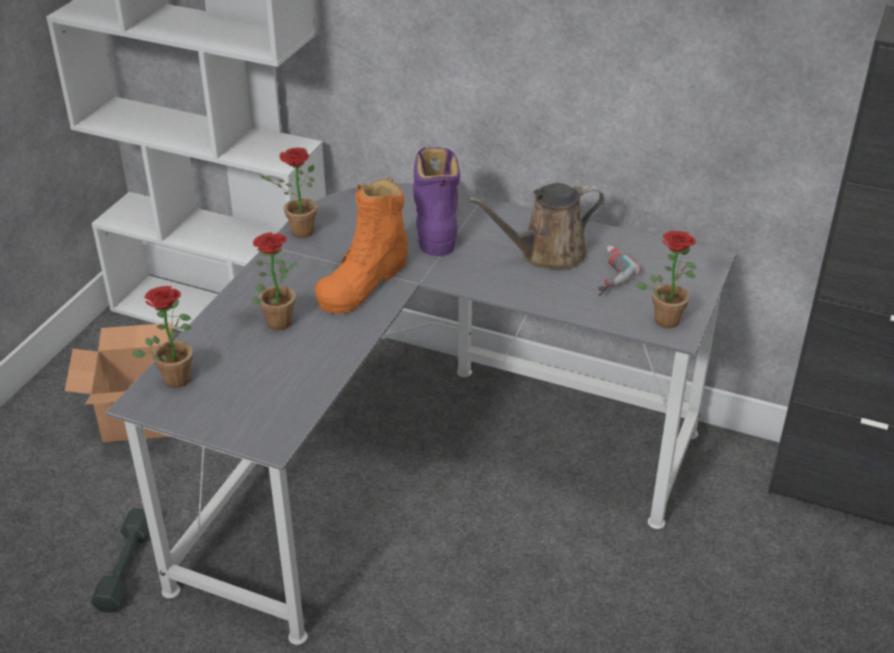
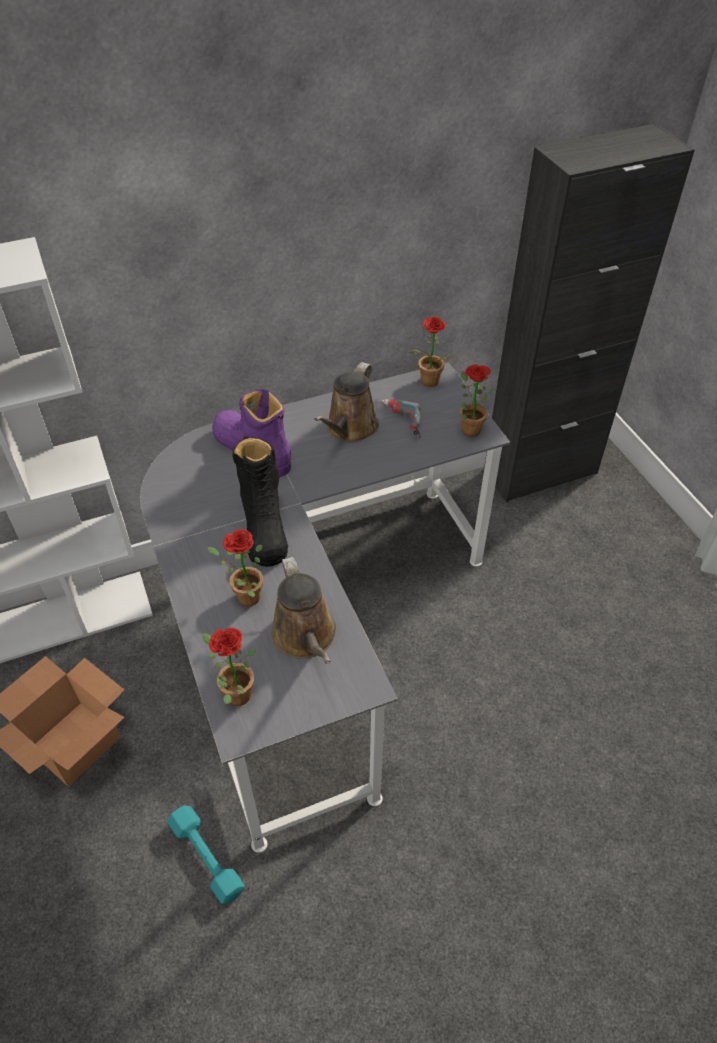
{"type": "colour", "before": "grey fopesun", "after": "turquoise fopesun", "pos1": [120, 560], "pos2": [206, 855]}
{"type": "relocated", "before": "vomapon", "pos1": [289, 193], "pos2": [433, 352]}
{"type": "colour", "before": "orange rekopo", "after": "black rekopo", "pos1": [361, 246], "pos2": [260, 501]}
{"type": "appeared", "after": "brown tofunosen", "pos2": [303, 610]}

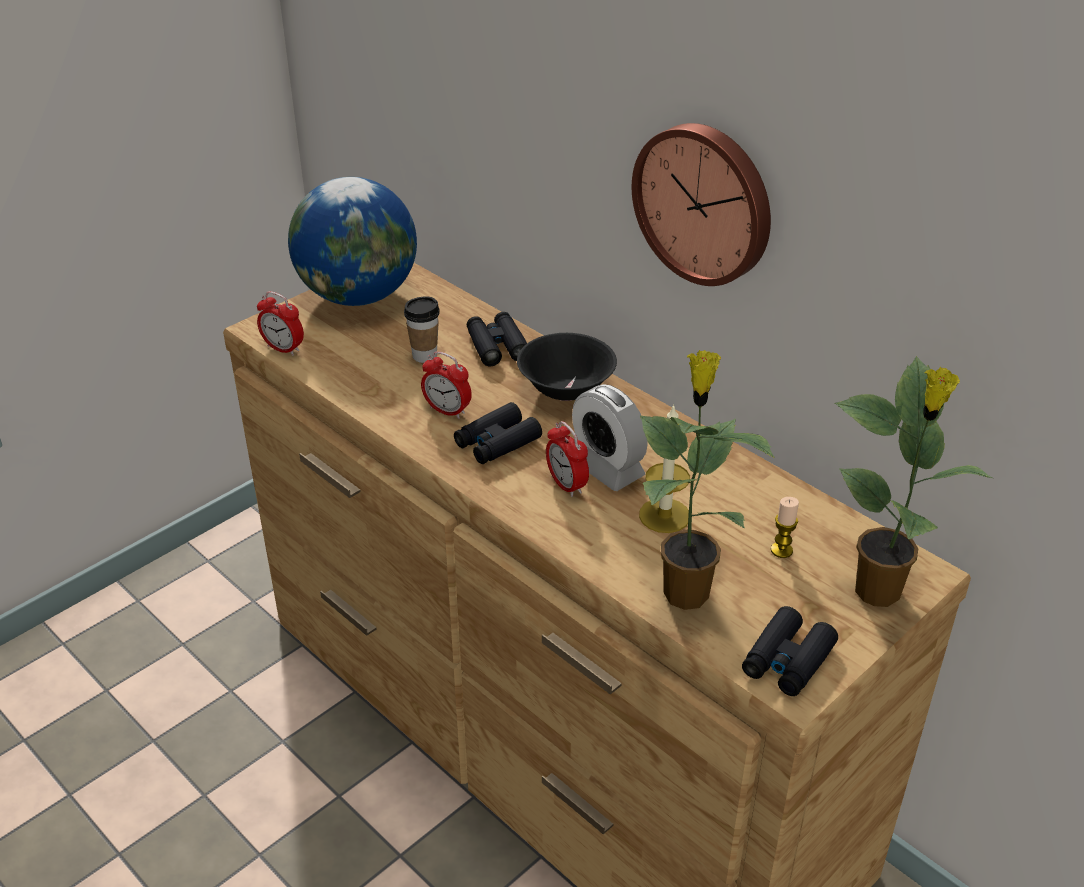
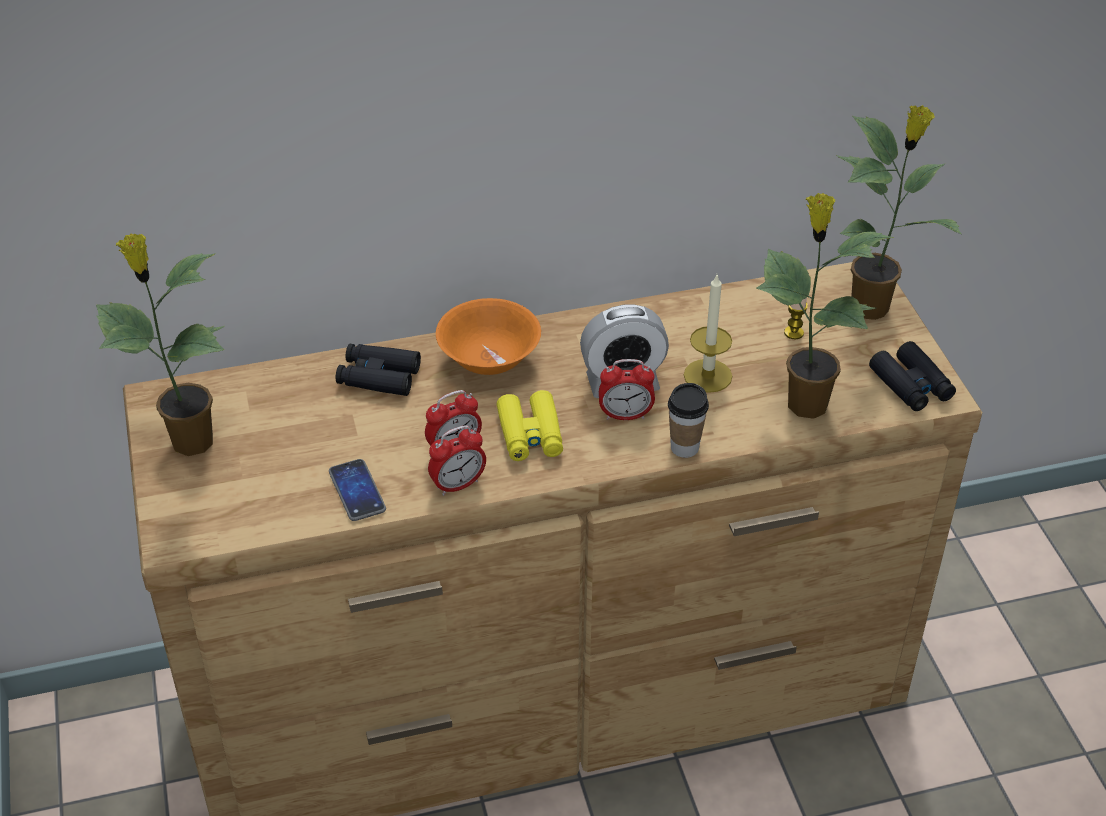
{"type": "relocated", "before": "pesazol", "pos1": [280, 323], "pos2": [457, 460]}
{"type": "exchanged", "before": "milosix", "after": "vomapon", "pos1": [352, 241], "pos2": [160, 345]}
{"type": "relocated", "before": "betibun", "pos1": [422, 329], "pos2": [688, 420]}
{"type": "colour", "before": "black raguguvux", "after": "yellow raguguvux", "pos1": [498, 433], "pos2": [529, 425]}
{"type": "colour", "before": "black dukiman", "after": "orange dukiman", "pos1": [567, 367], "pos2": [488, 336]}
{"type": "missing", "before": "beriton", "pos1": [701, 204]}
{"type": "appeared", "after": "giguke", "pos2": [357, 490]}

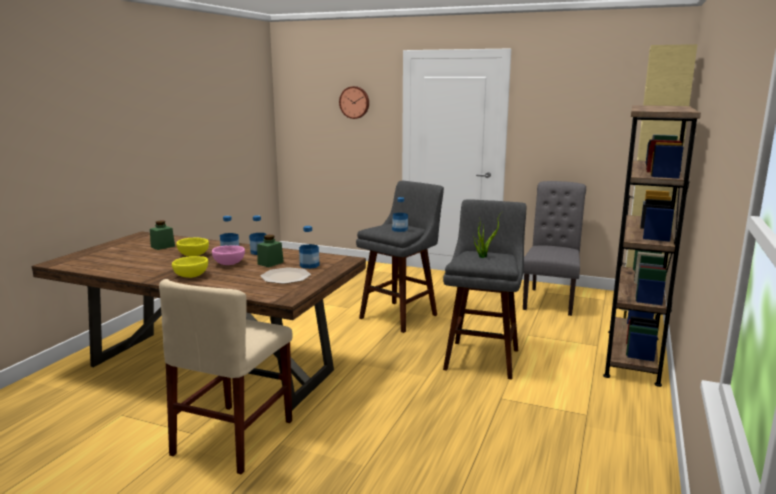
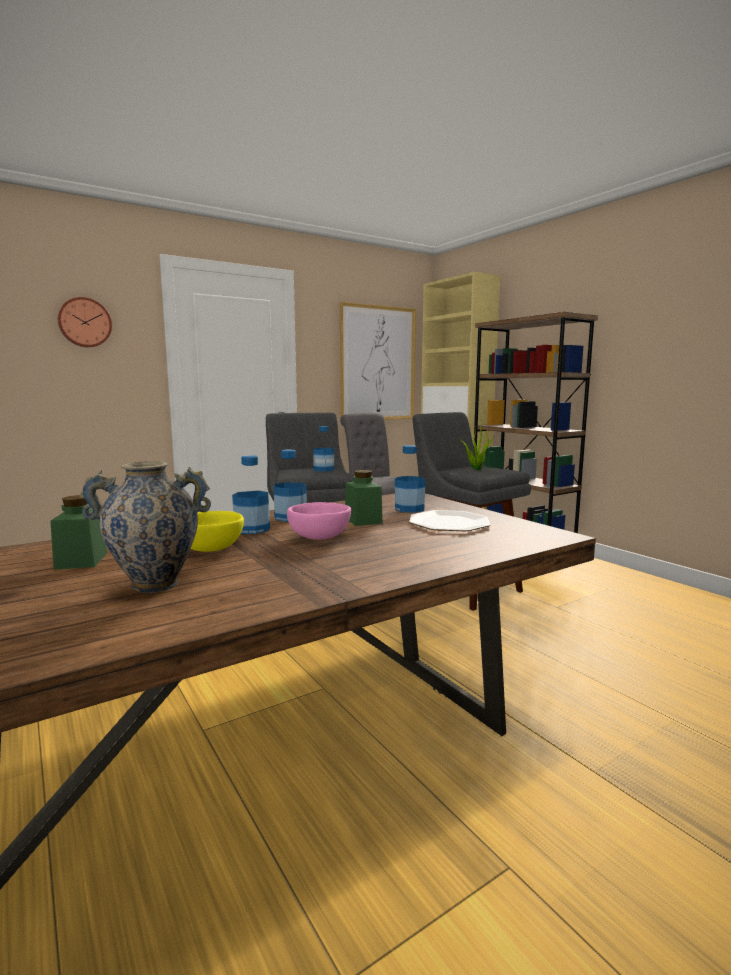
{"type": "missing", "before": "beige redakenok", "pos1": [225, 376]}
{"type": "missing", "before": "yellow dukiman", "pos1": [190, 267]}
{"type": "appeared", "after": "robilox", "pos2": [145, 527]}
{"type": "appeared", "after": "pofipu", "pos2": [378, 361]}

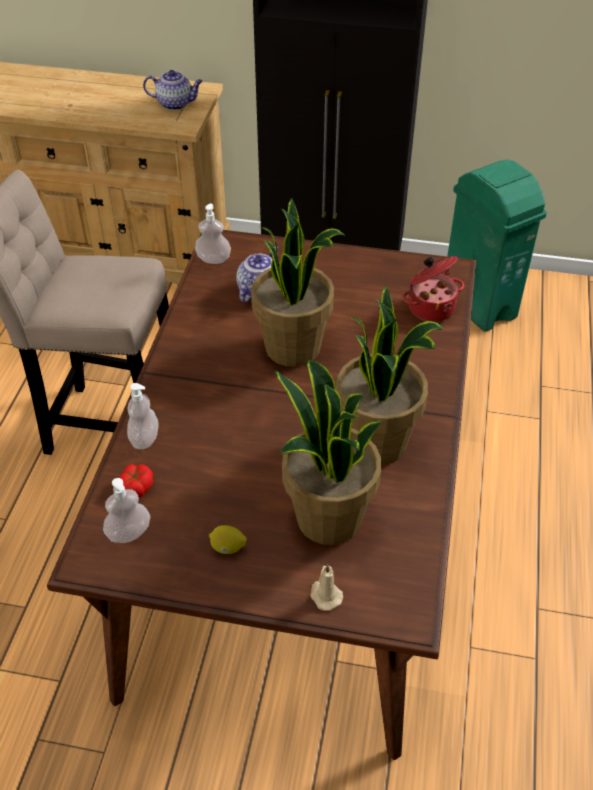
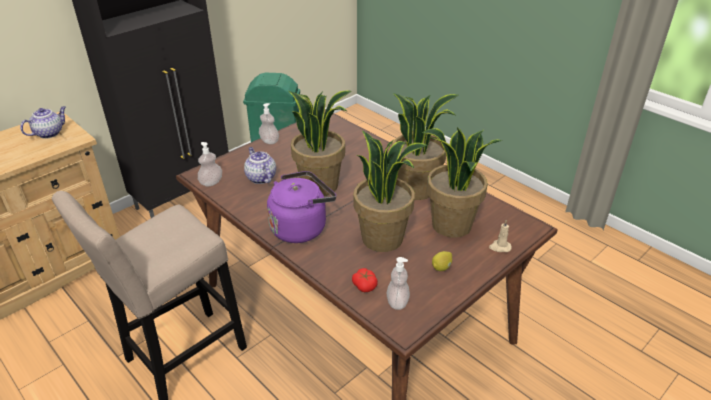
{"type": "relocated", "before": "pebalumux", "pos1": [143, 416], "pos2": [269, 123]}
{"type": "missing", "before": "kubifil", "pos1": [433, 289]}
{"type": "appeared", "after": "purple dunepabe", "pos2": [301, 207]}
{"type": "appeared", "after": "vomapon", "pos2": [390, 191]}

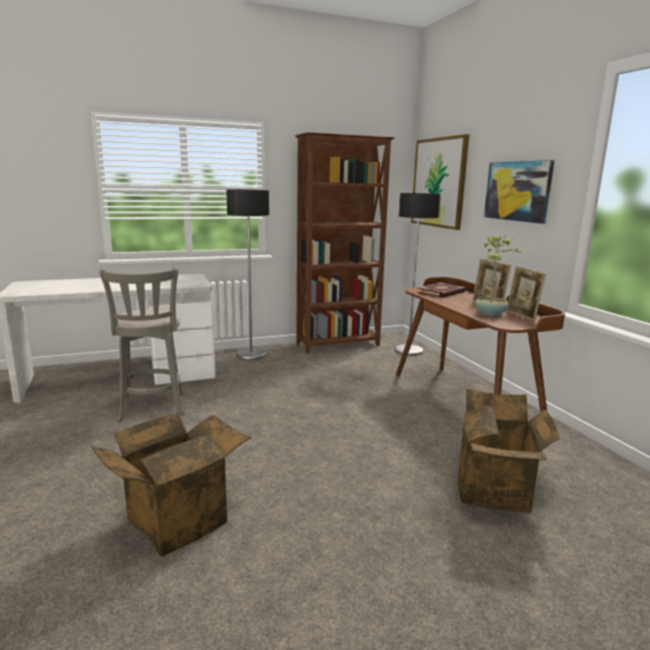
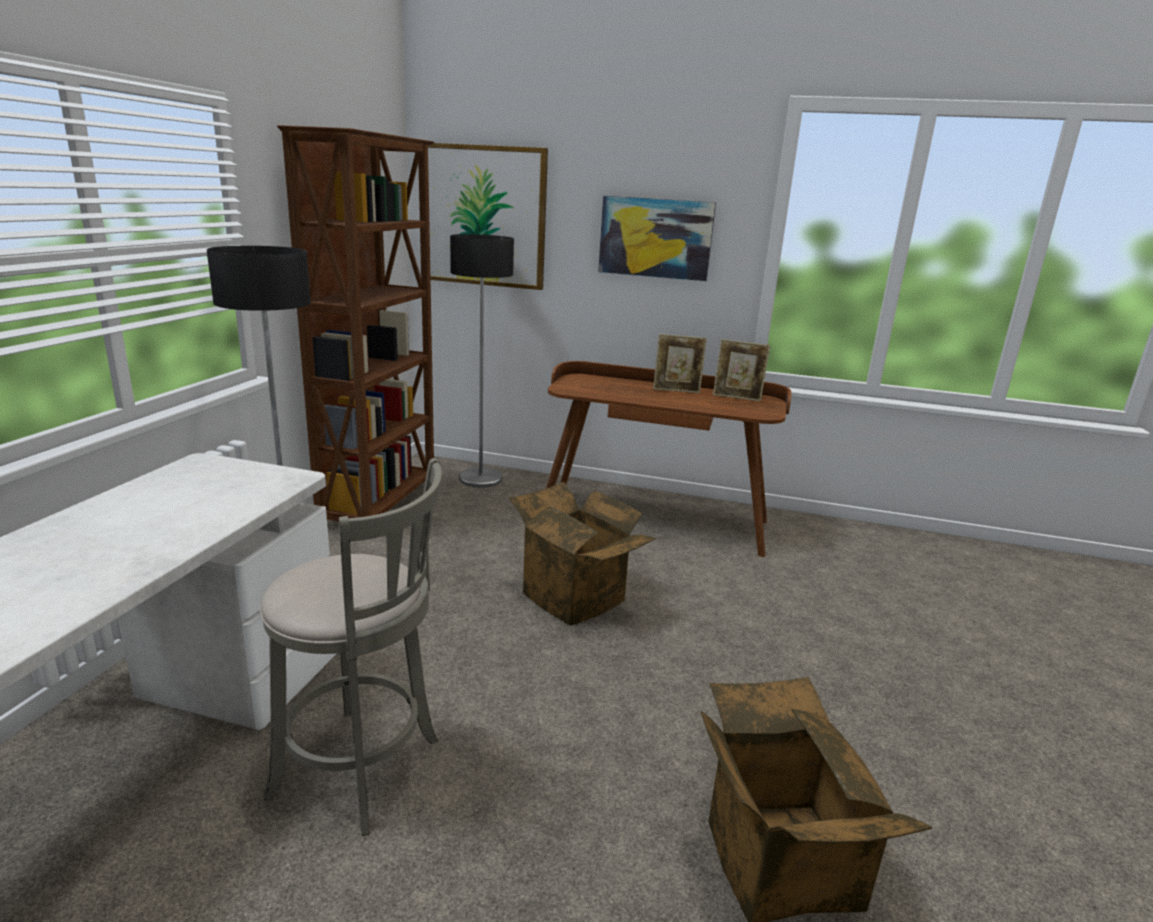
{"type": "missing", "before": "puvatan", "pos1": [441, 290]}
{"type": "relocated", "before": "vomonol", "pos1": [509, 451], "pos2": [582, 553]}
{"type": "missing", "before": "vomapon", "pos1": [498, 275]}

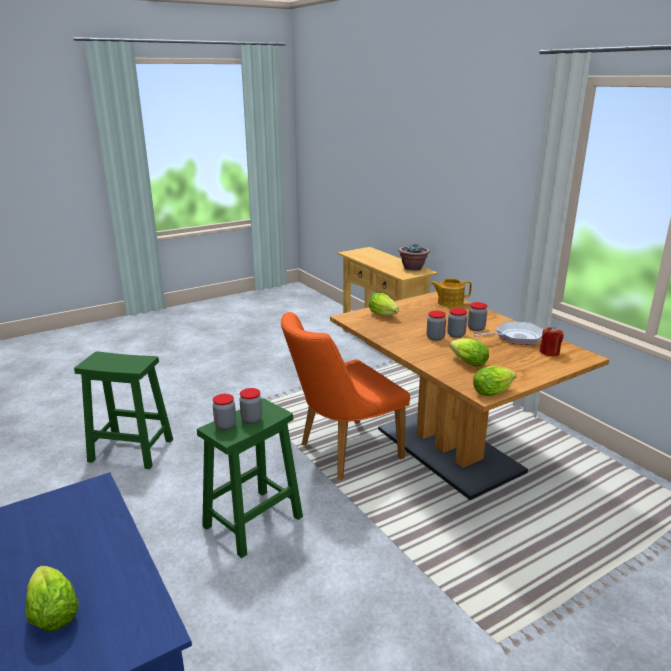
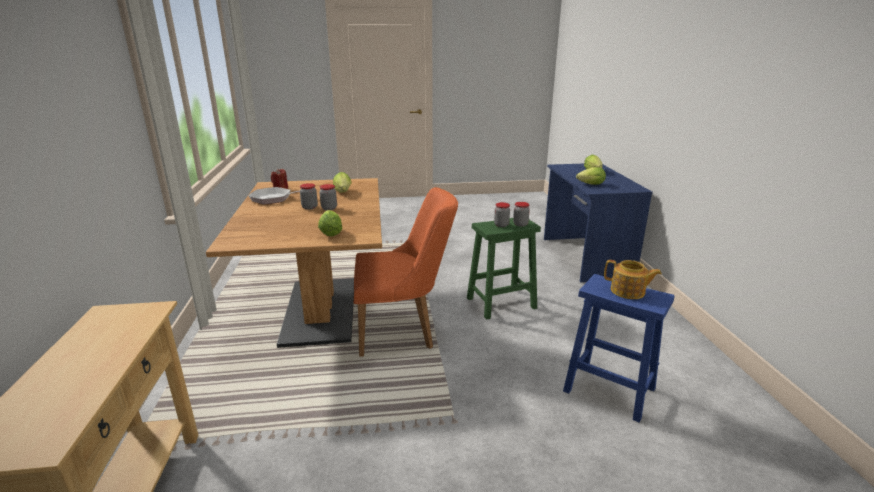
{"type": "colour", "before": "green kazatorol", "after": "blue kazatorol", "pos1": [123, 410], "pos2": [619, 348]}
{"type": "missing", "before": "vomapon", "pos1": [414, 257]}
{"type": "relocated", "before": "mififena", "pos1": [451, 292], "pos2": [633, 279]}
{"type": "missing", "before": "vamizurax", "pos1": [477, 316]}
{"type": "relocated", "before": "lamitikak", "pos1": [494, 381], "pos2": [591, 176]}

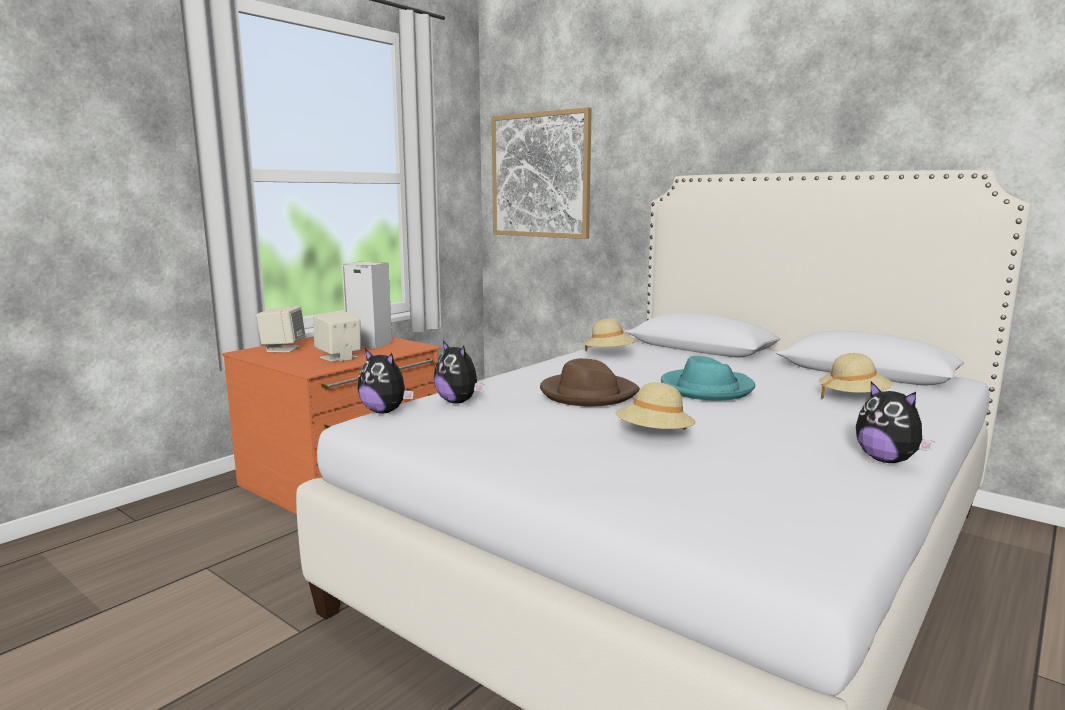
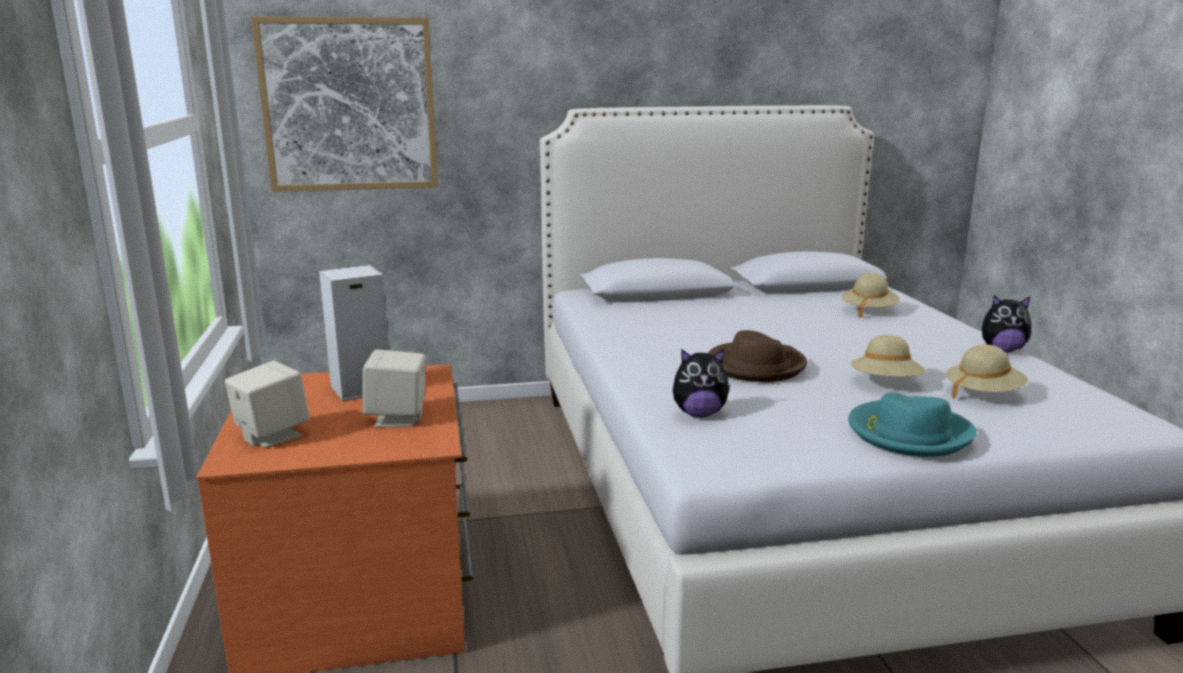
{"type": "missing", "before": "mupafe", "pos1": [386, 381]}
{"type": "relocated", "before": "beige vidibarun", "pos1": [610, 335], "pos2": [987, 371]}
{"type": "relocated", "before": "turquoise vidibarun", "pos1": [708, 378], "pos2": [912, 424]}

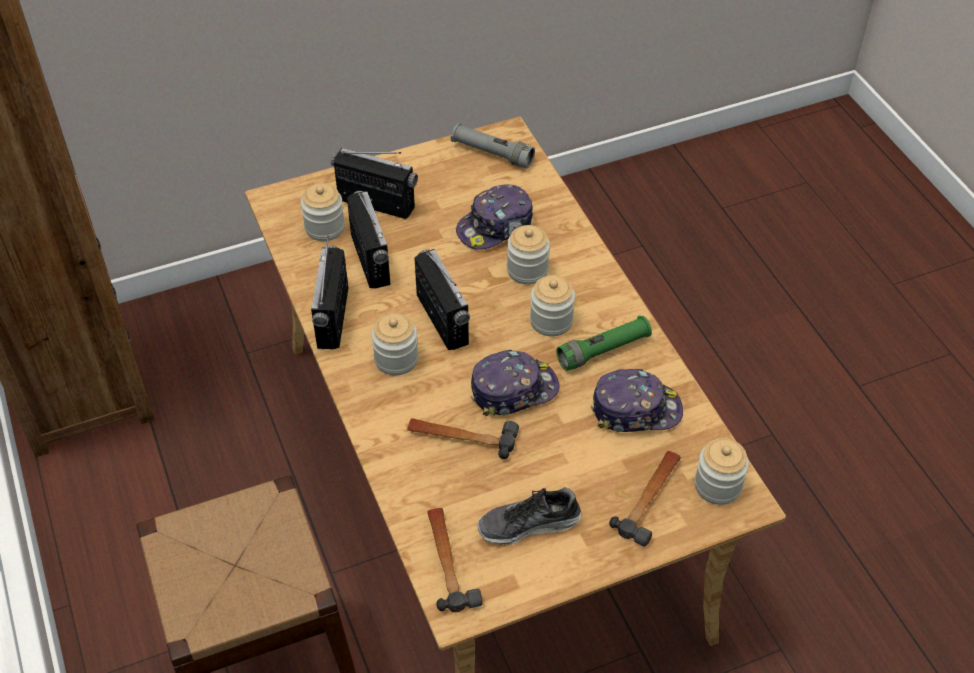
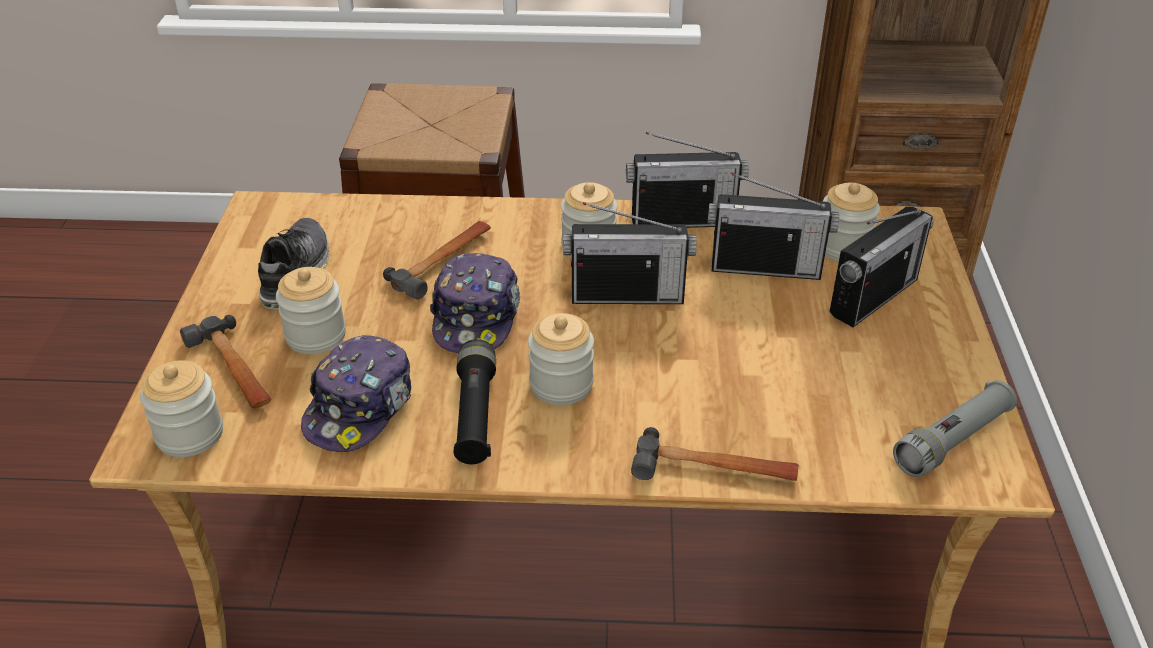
{"type": "spun", "before": "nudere", "pos1": [329, 292], "pos2": [687, 180], "turn": 150}
{"type": "relocated", "before": "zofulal", "pos1": [455, 560], "pos2": [714, 454]}
{"type": "missing", "before": "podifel", "pos1": [494, 217]}
{"type": "relocated", "before": "vamizurax", "pos1": [528, 255], "pos2": [311, 310]}
{"type": "colour", "before": "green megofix", "after": "black megofix", "pos1": [604, 343], "pos2": [475, 401]}

